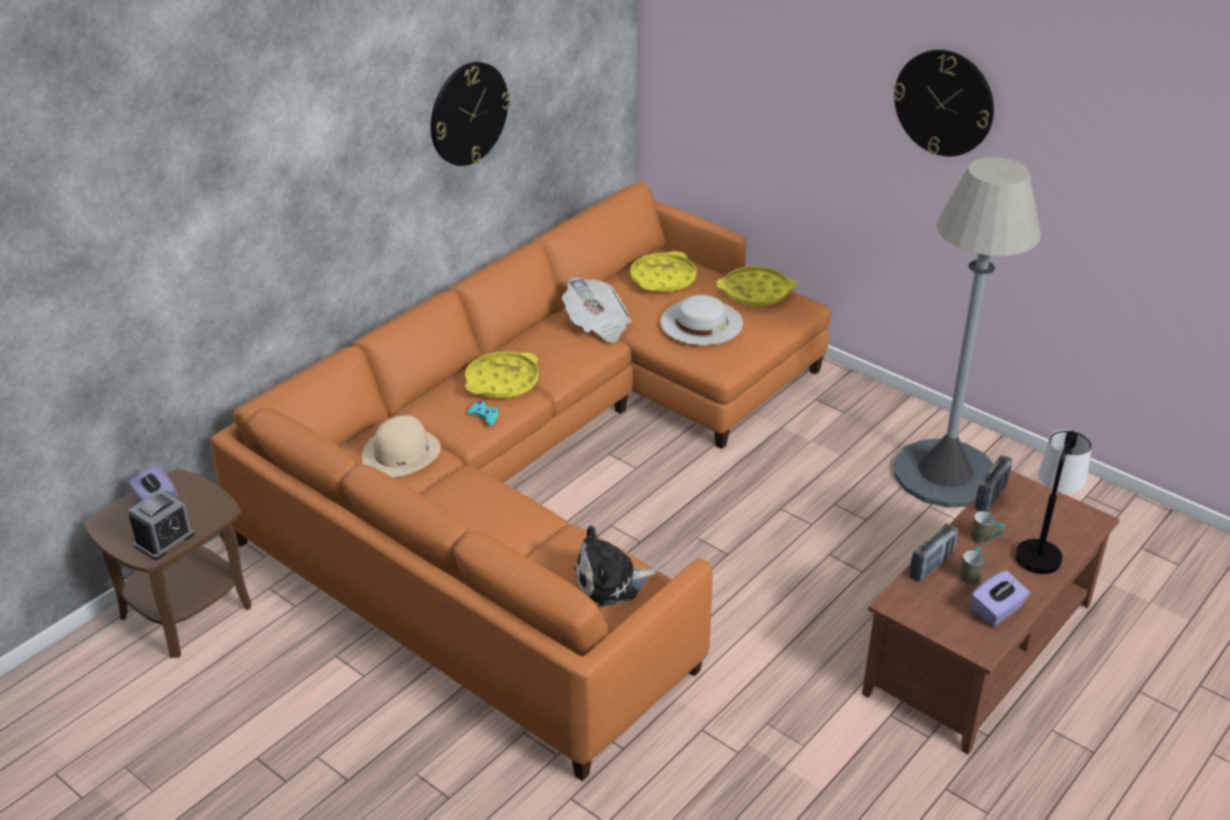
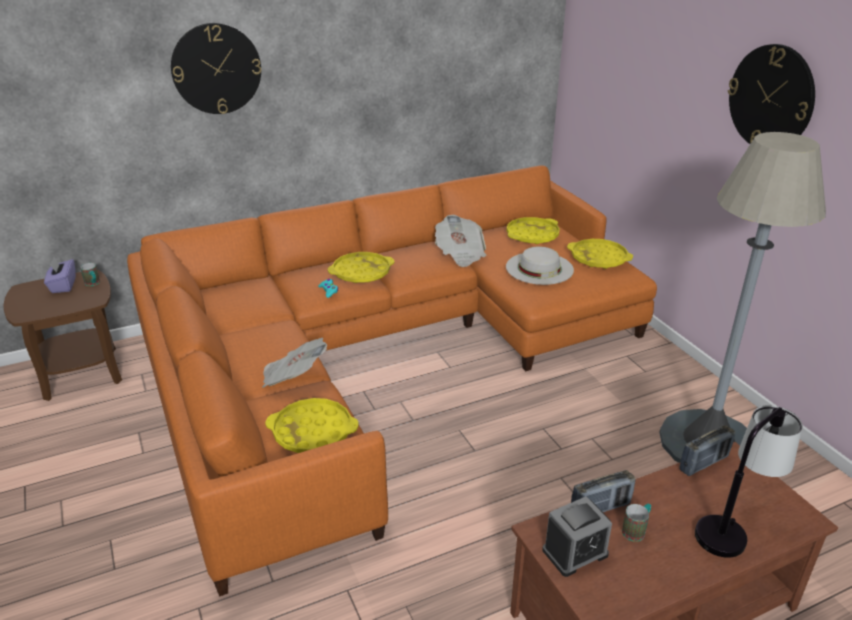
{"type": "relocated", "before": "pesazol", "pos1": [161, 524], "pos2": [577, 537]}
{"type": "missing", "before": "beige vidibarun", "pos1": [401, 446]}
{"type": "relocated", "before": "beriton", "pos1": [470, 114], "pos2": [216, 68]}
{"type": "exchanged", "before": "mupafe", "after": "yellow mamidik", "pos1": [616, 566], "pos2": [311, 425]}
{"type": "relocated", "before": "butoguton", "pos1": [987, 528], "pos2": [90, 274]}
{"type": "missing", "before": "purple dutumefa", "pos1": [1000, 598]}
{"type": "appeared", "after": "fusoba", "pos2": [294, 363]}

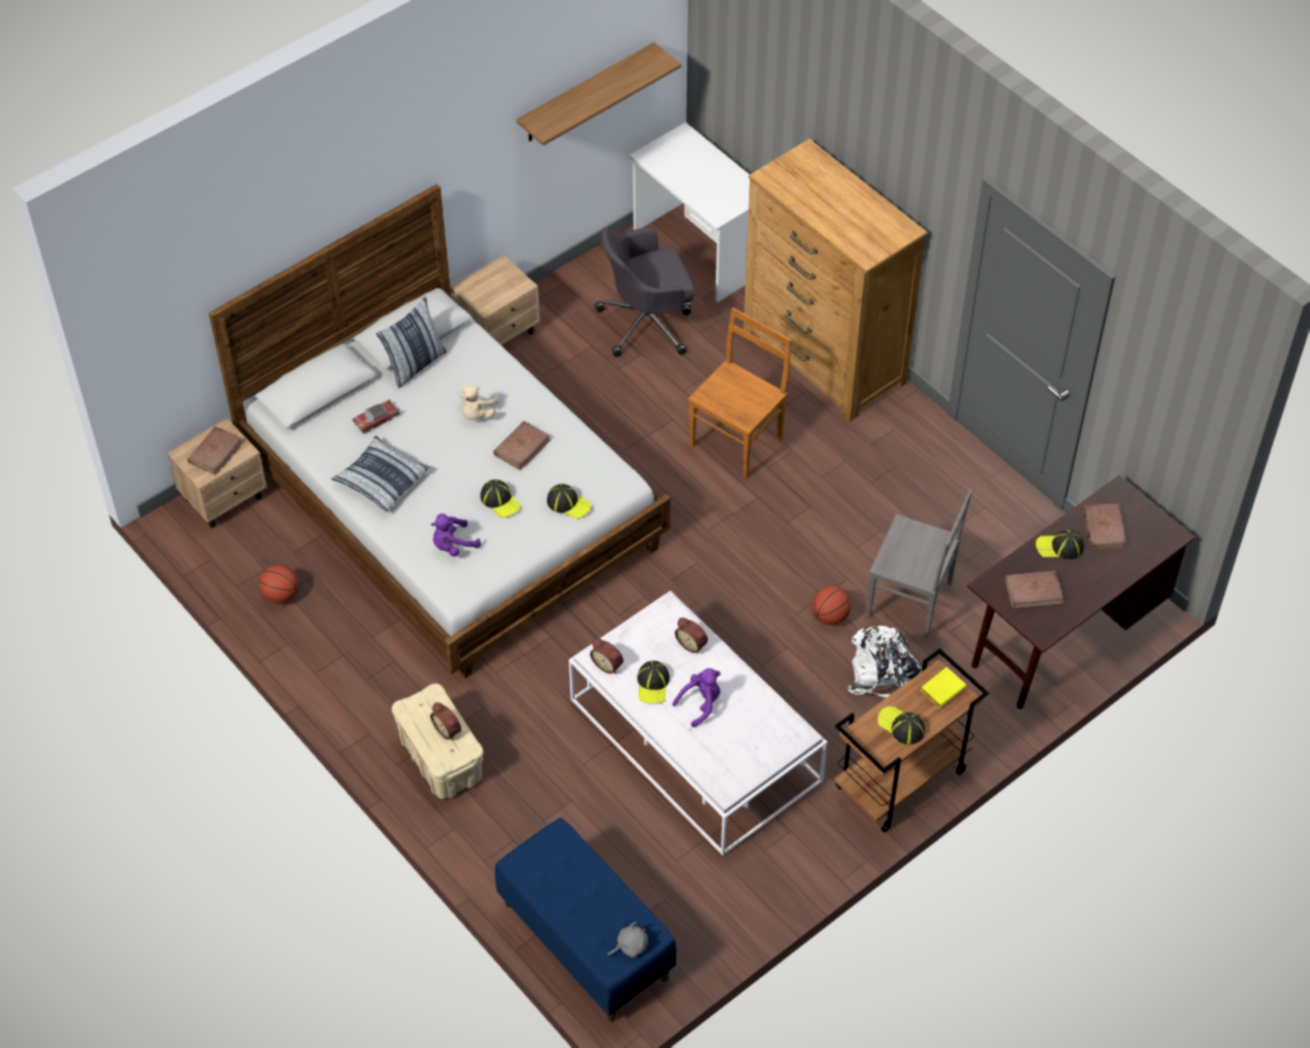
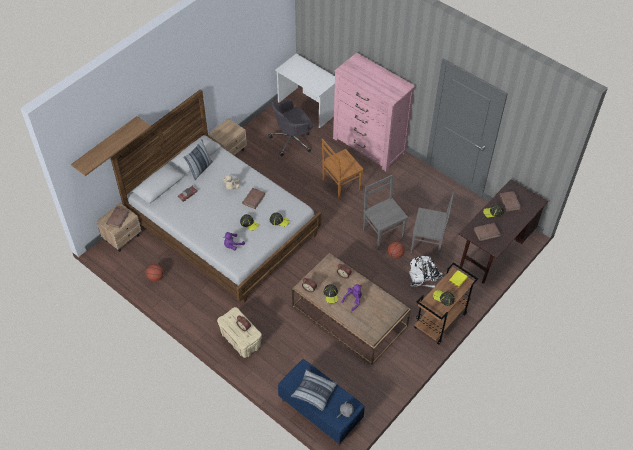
{"type": "relocated", "before": "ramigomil", "pos1": [380, 474], "pos2": [314, 390]}
{"type": "relocated", "before": "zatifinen", "pos1": [598, 94], "pos2": [111, 146]}
{"type": "colour", "before": "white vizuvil", "after": "brown vizuvil", "pos1": [698, 723], "pos2": [351, 309]}
{"type": "spun", "before": "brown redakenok", "pos1": [739, 393], "pos2": [343, 169], "turn": -150}
{"type": "colour", "before": "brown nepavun", "after": "pink nepavun", "pos1": [835, 280], "pos2": [374, 112]}
{"type": "appeared", "after": "grey redakenok", "pos2": [385, 212]}

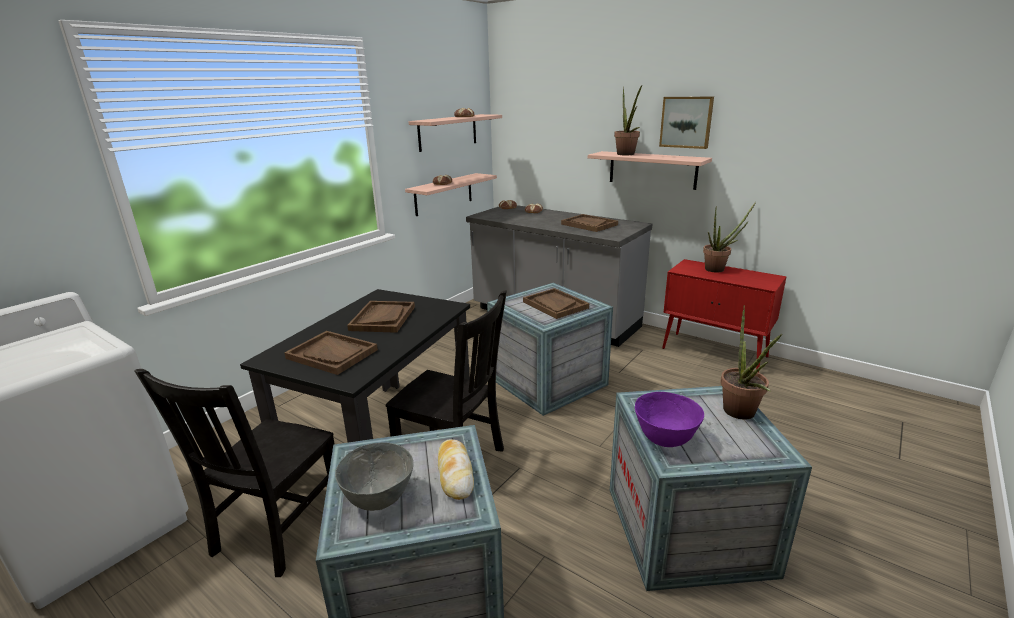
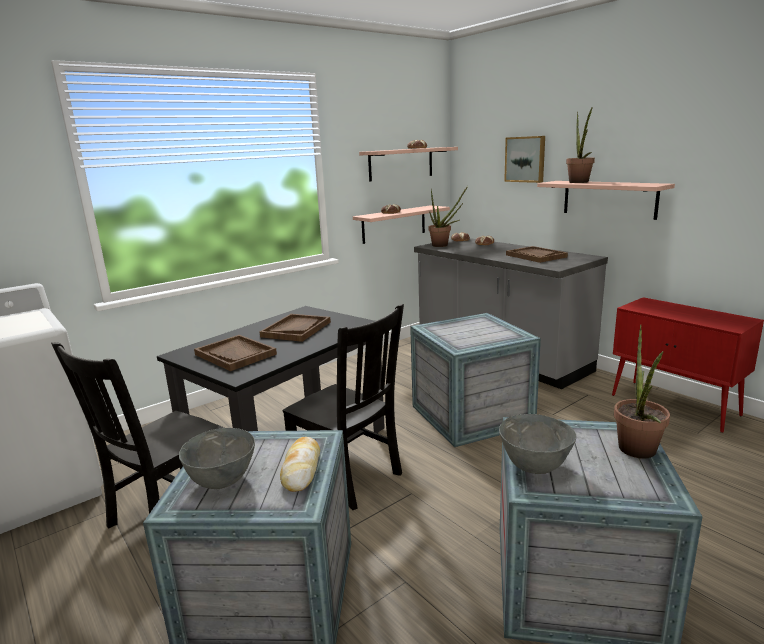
{"type": "missing", "before": "brown mamidik", "pos1": [556, 303]}
{"type": "colour", "before": "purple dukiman", "after": "grey dukiman", "pos1": [669, 419], "pos2": [538, 444]}
{"type": "relocated", "before": "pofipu", "pos1": [686, 123], "pos2": [524, 159]}
{"type": "relocated", "before": "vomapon", "pos1": [729, 237], "pos2": [448, 216]}

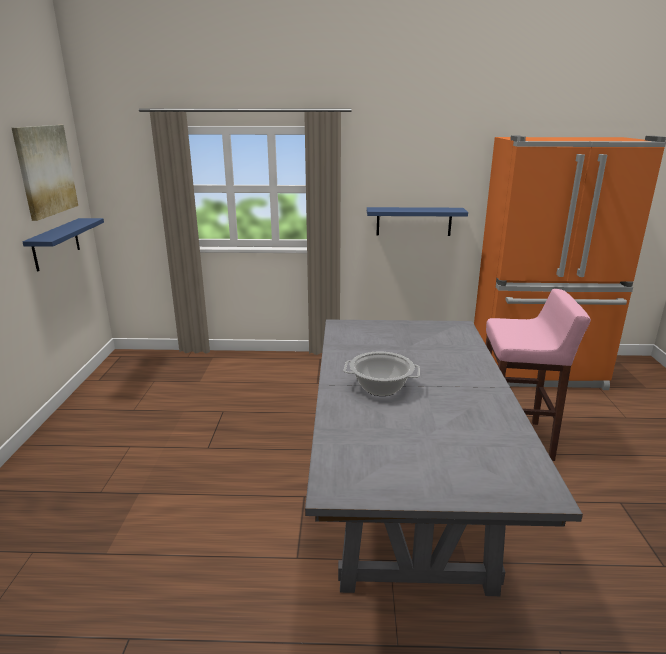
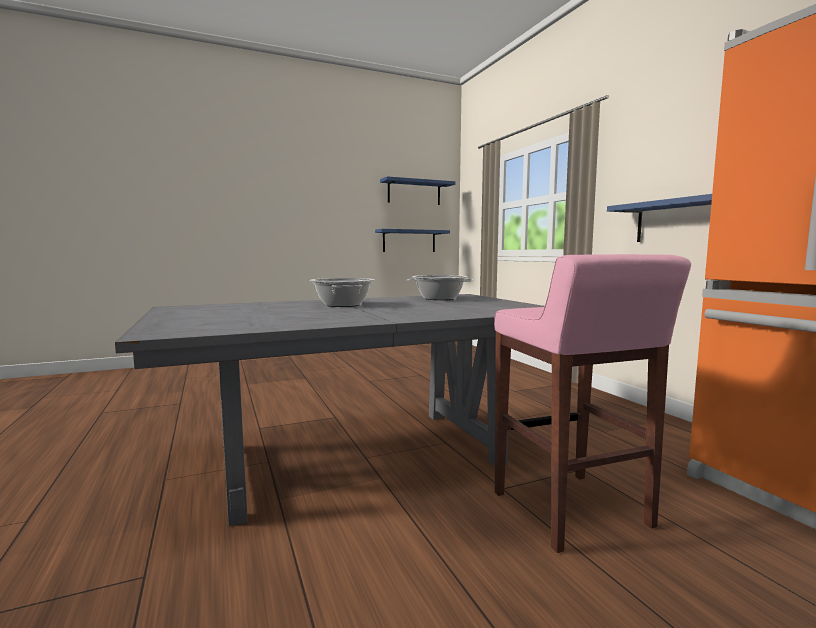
{"type": "exchanged", "before": "pofipu", "after": "blue zatifinen", "pos1": [45, 173], "pos2": [417, 190]}
{"type": "appeared", "after": "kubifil", "pos2": [439, 287]}

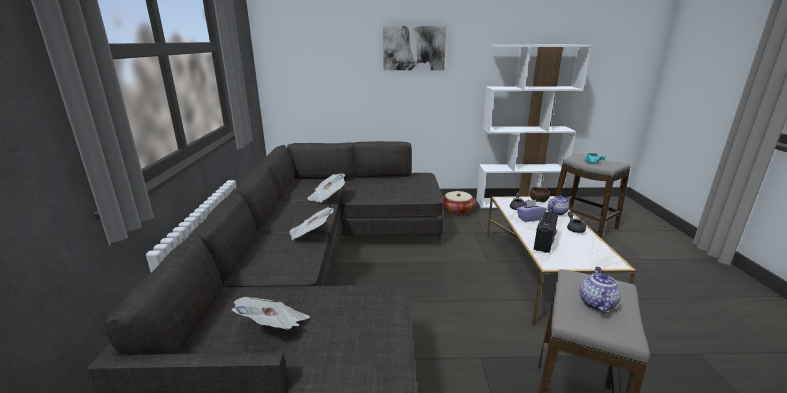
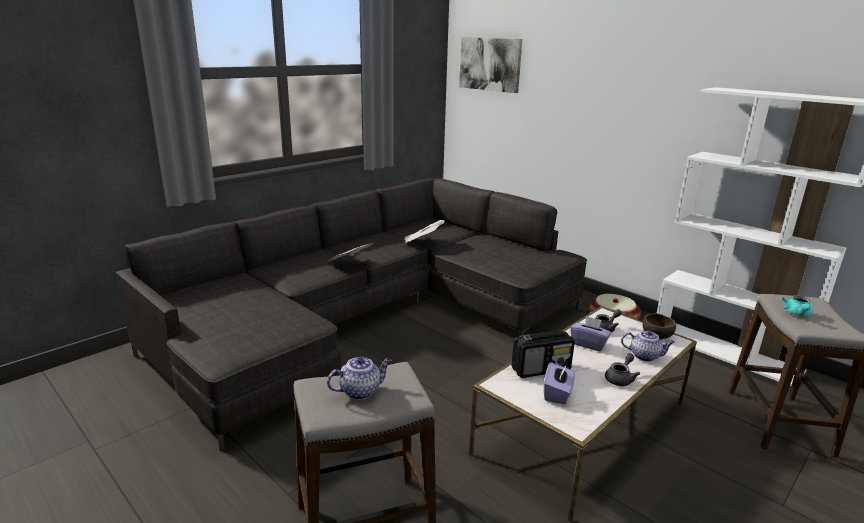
{"type": "missing", "before": "fusoba", "pos1": [270, 313]}
{"type": "relocated", "before": "pofipu", "pos1": [414, 48], "pos2": [490, 65]}
{"type": "appeared", "after": "purple dutumefa", "pos2": [559, 383]}

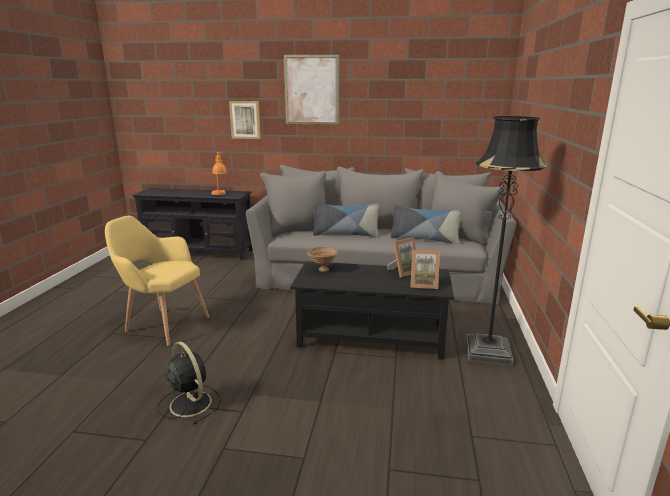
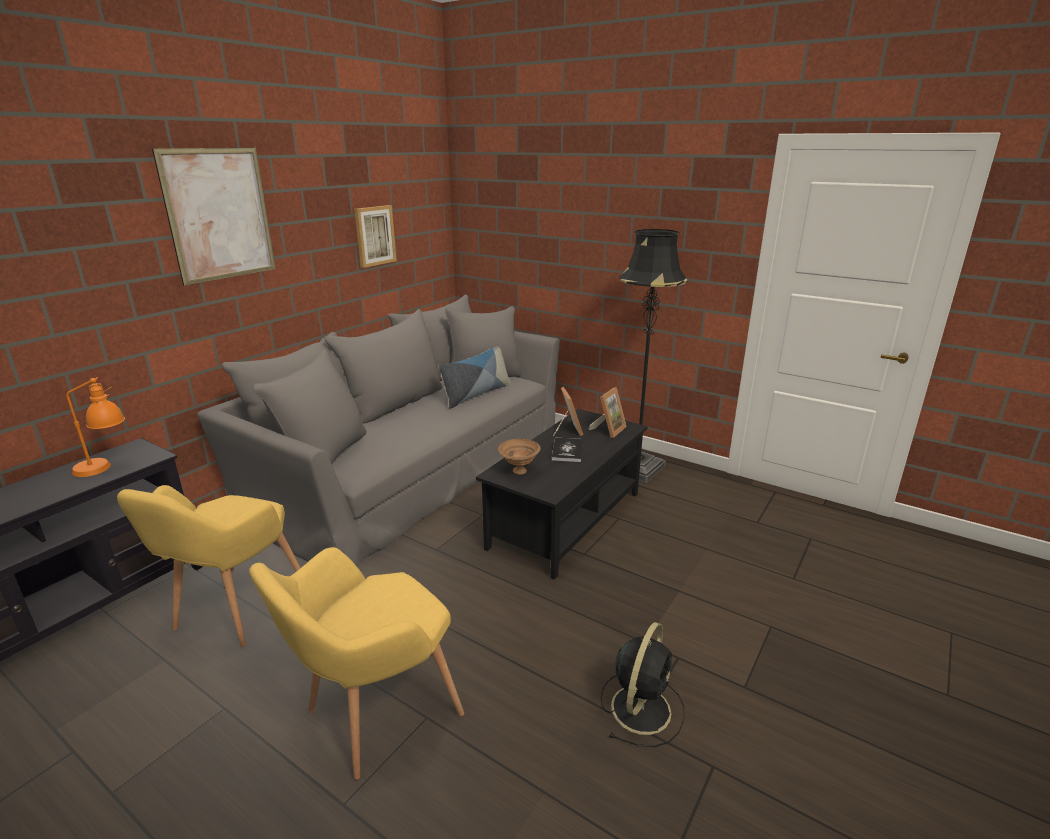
{"type": "spun", "before": "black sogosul", "pos1": [189, 383], "pos2": [643, 684], "turn": 135}
{"type": "relocated", "before": "pofipu", "pos1": [245, 120], "pos2": [375, 236]}
{"type": "missing", "before": "ramigomil", "pos1": [346, 220]}
{"type": "appeared", "after": "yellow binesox", "pos2": [208, 566]}
{"type": "appeared", "after": "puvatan", "pos2": [567, 450]}

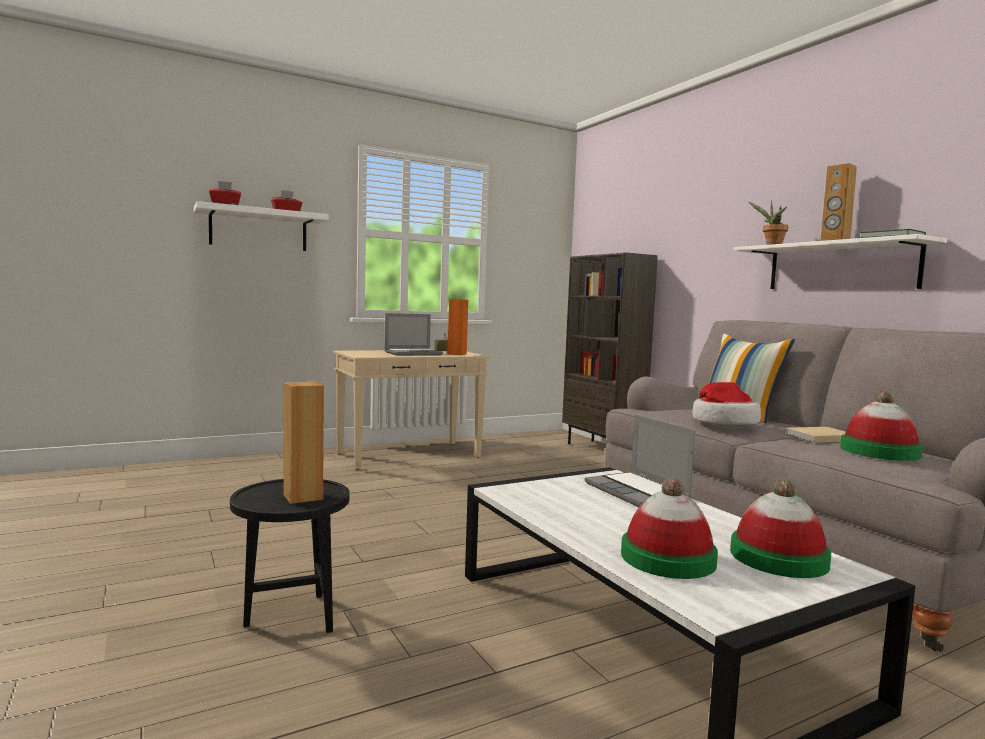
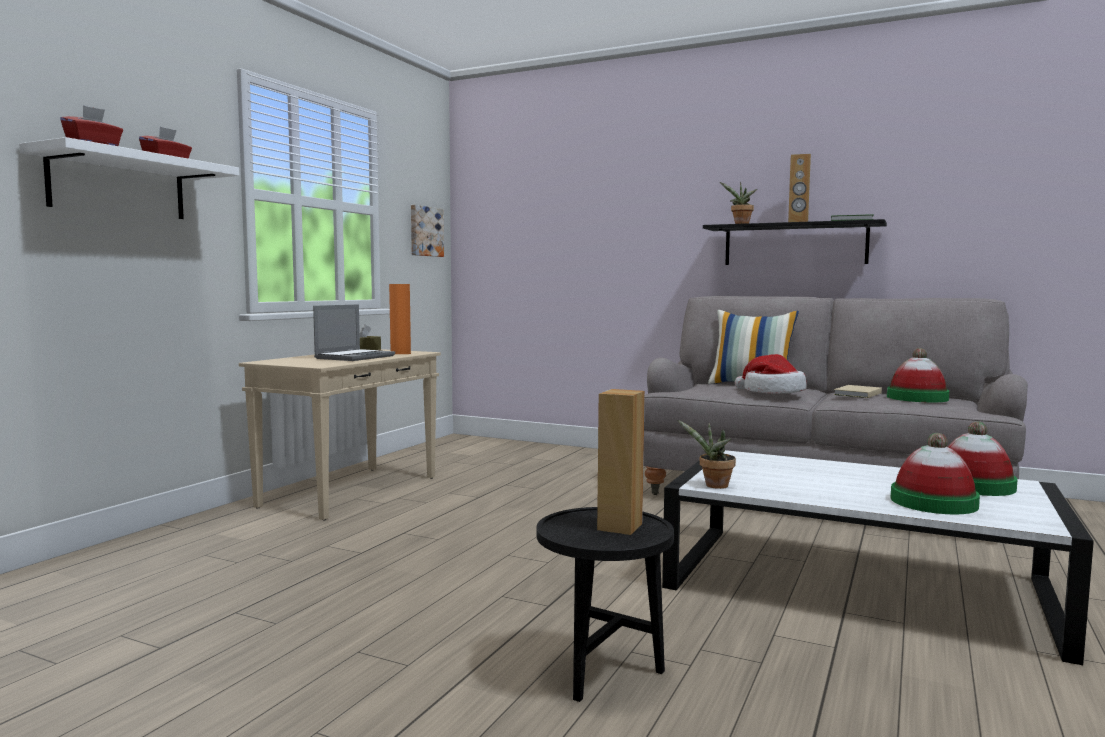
{"type": "missing", "before": "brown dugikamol", "pos1": [610, 348]}
{"type": "missing", "before": "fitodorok", "pos1": [640, 461]}
{"type": "colour", "before": "white zatifinen", "after": "black zatifinen", "pos1": [840, 261], "pos2": [795, 242]}
{"type": "appeared", "after": "pofipu", "pos2": [427, 231]}
{"type": "appeared", "after": "vomapon", "pos2": [706, 454]}

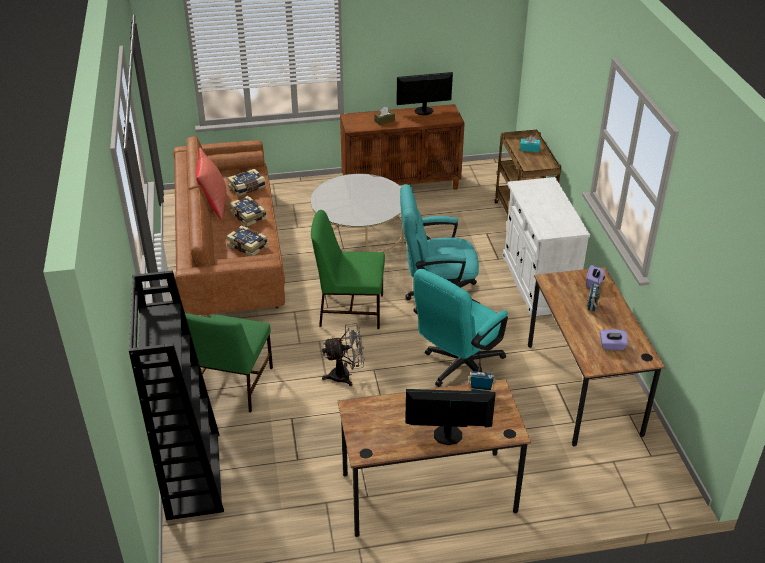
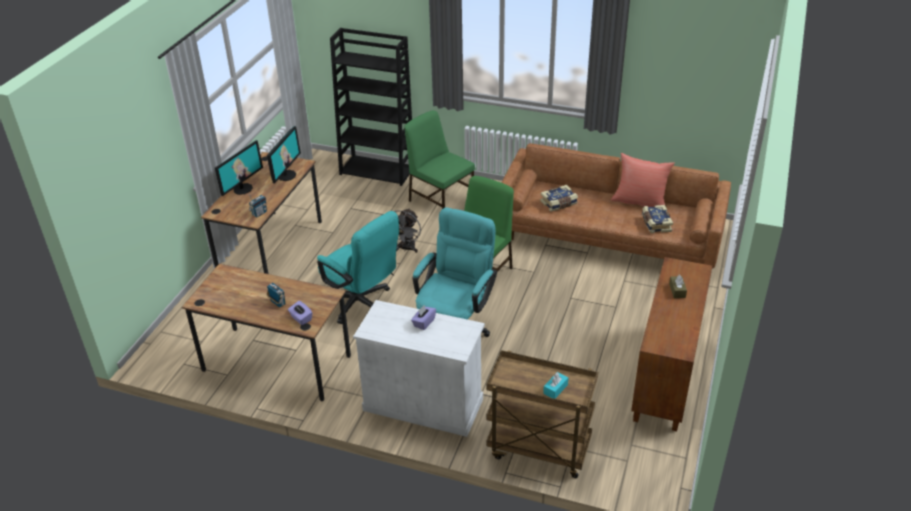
{"type": "missing", "before": "puvatan", "pos1": [248, 211]}
{"type": "missing", "before": "vizuvil", "pos1": [357, 213]}
{"type": "relocated", "before": "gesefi", "pos1": [424, 93], "pos2": [284, 154]}
{"type": "spun", "before": "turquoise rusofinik", "pos1": [460, 328], "pos2": [358, 267], "turn": 150}
{"type": "relocated", "before": "purple dutumefa", "pos1": [614, 339], "pos2": [423, 317]}

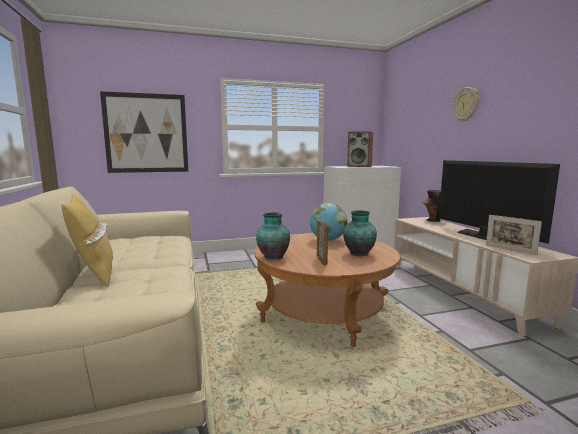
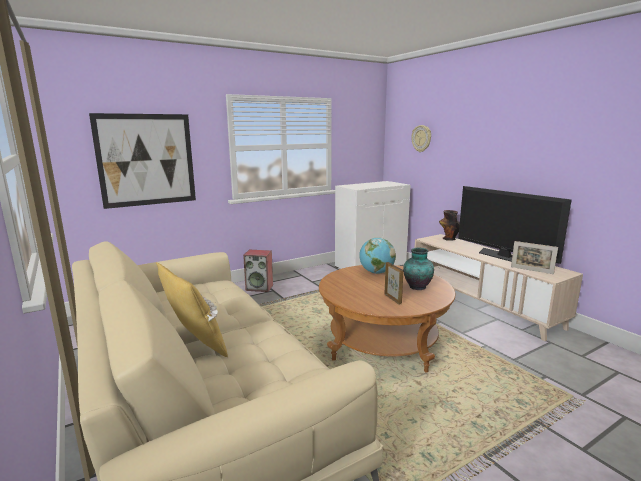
{"type": "missing", "before": "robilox", "pos1": [273, 236]}
{"type": "relocated", "before": "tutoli", "pos1": [360, 149], "pos2": [258, 271]}
{"type": "relocated", "before": "beriton", "pos1": [466, 104], "pos2": [421, 138]}

